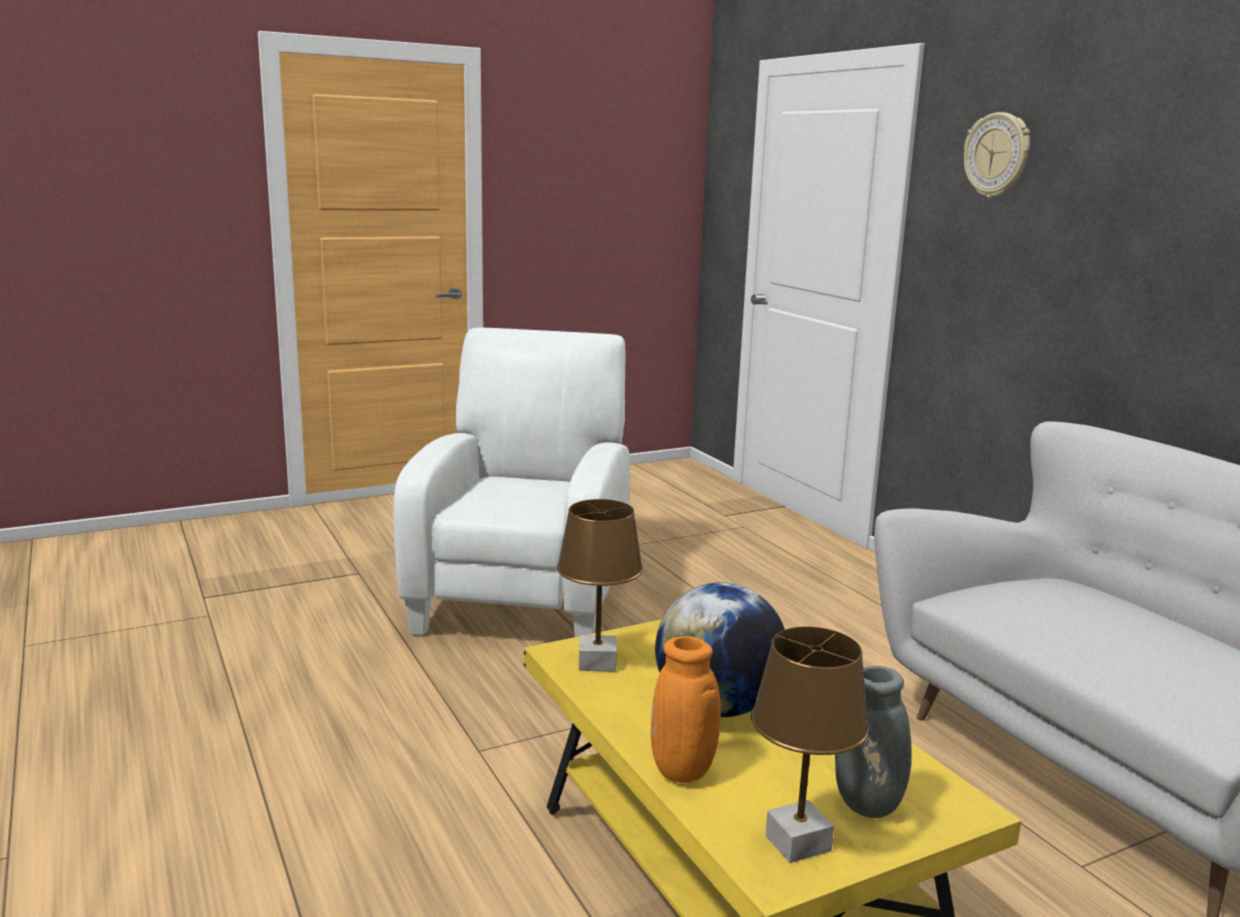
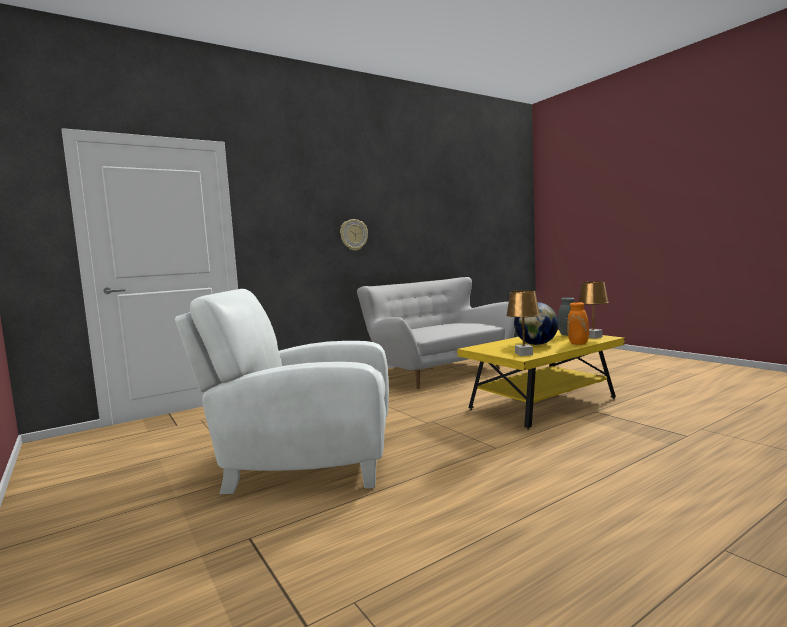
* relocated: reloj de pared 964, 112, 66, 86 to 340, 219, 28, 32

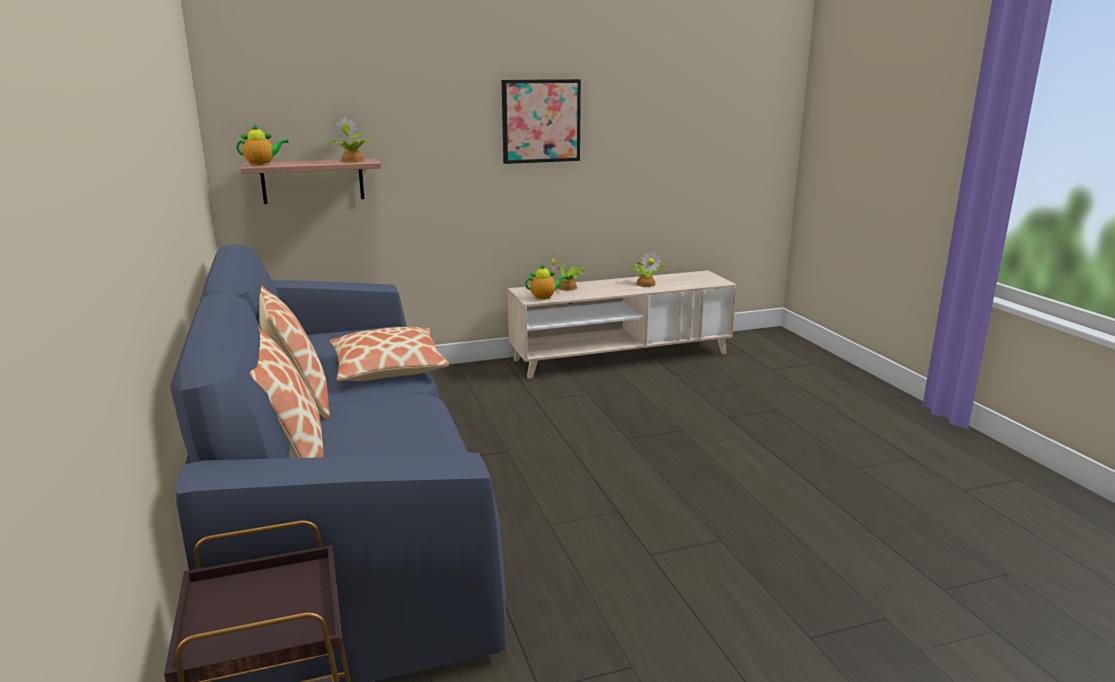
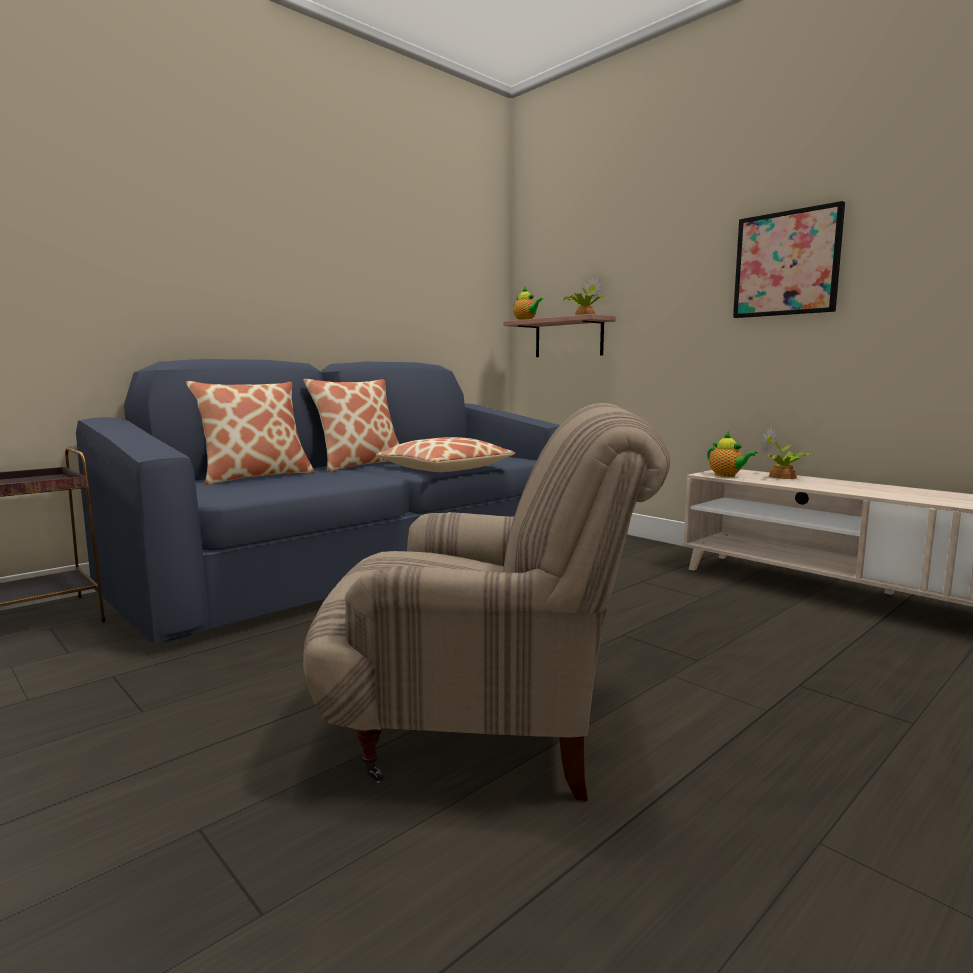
* missing: planta en maceta 630, 251, 36, 36
* appeared: sillón/beis 303, 403, 367, 398

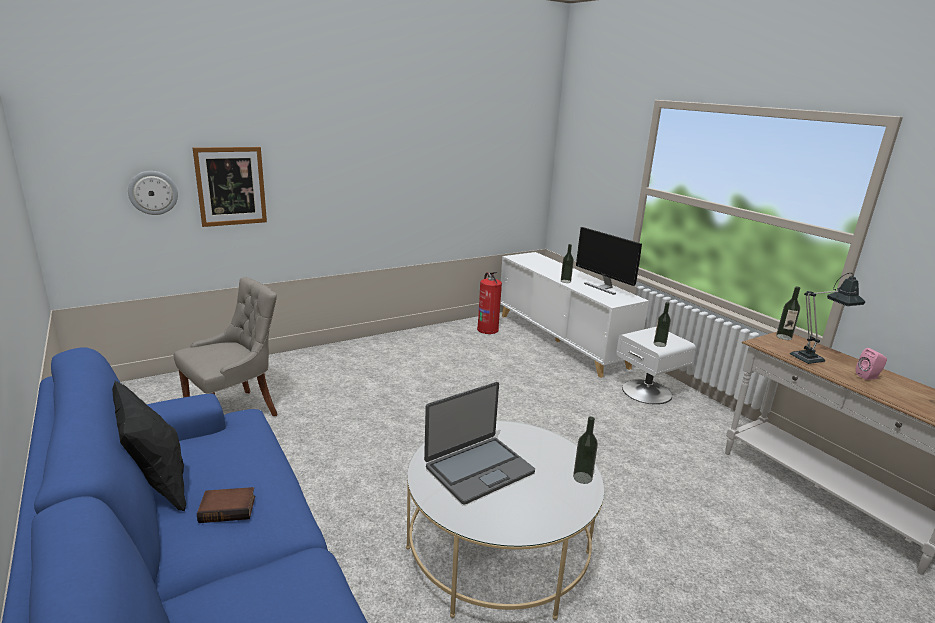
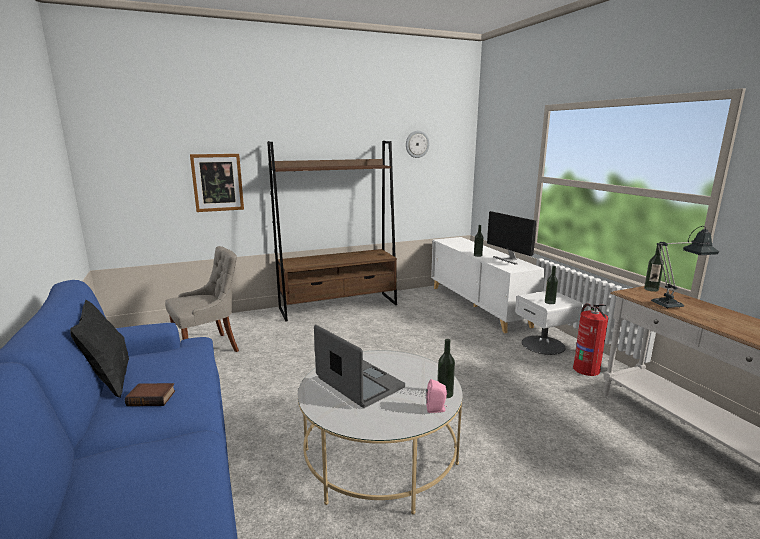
* relocated: reloj de pared 128, 171, 50, 44 to 406, 131, 24, 27
* relocated: extintor 477, 272, 25, 62 to 573, 303, 35, 73
* relocated: altavoz/rosa 856, 348, 31, 32 to 426, 379, 21, 34
* spun: portátil 424, 382, 111, 123 = 314, 325, 91, 83 105 degrees counterclockwise
* appeared: estantería/marrón 267, 141, 130, 181

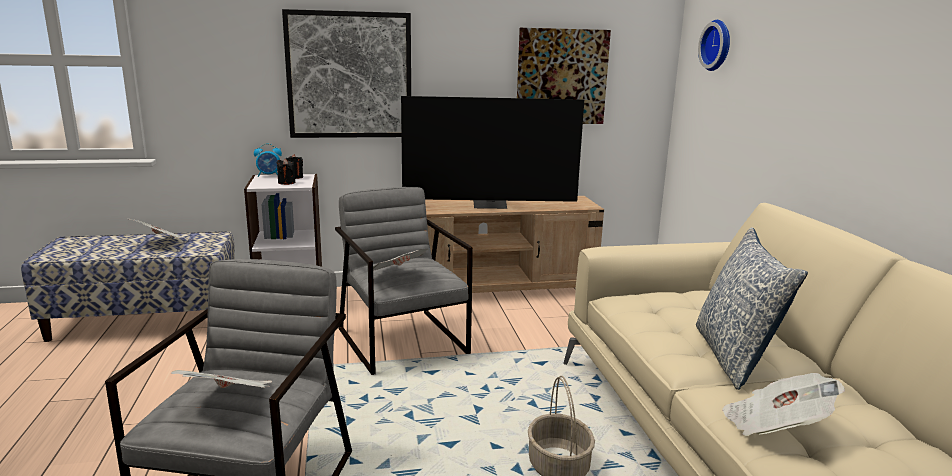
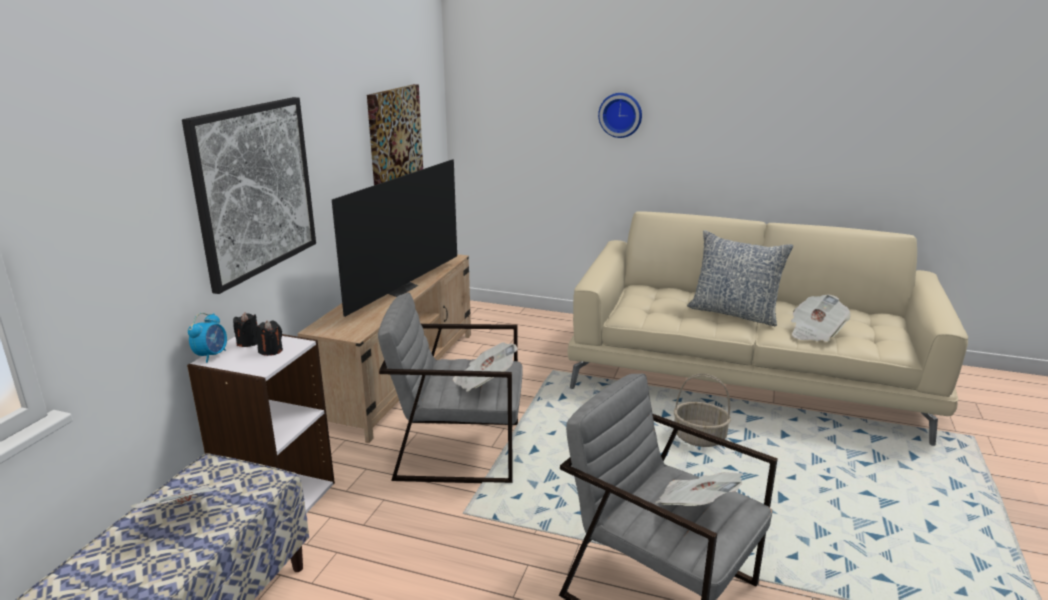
* relocated: reloj de pared 698, 20, 32, 51 to 598, 93, 44, 45

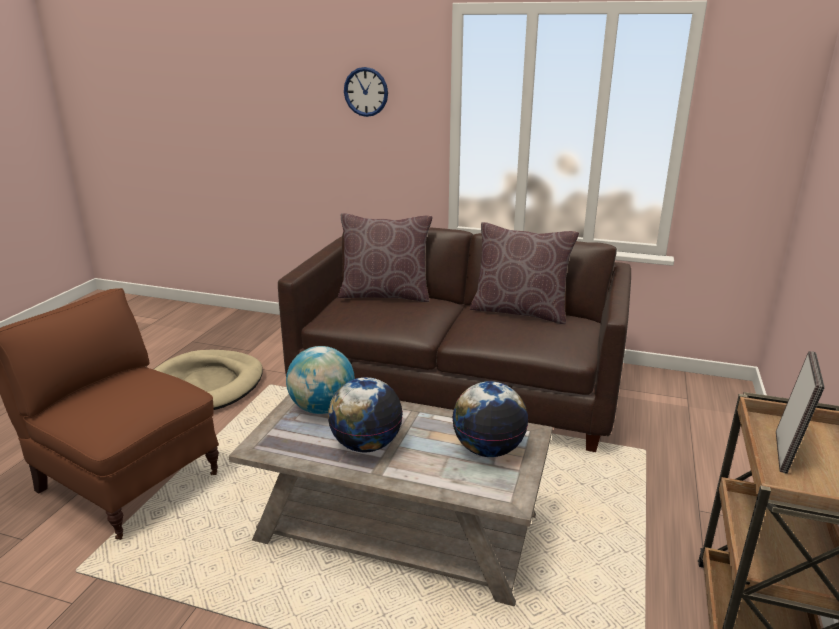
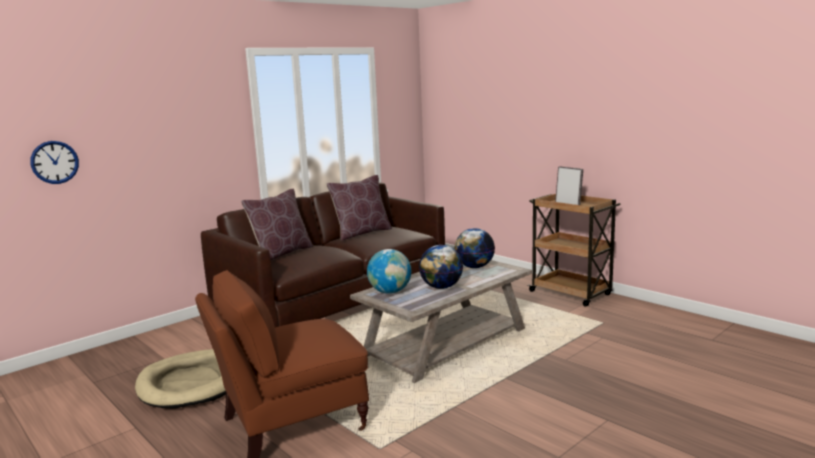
* relocated: reloj de pared 344, 67, 44, 50 to 30, 141, 49, 43

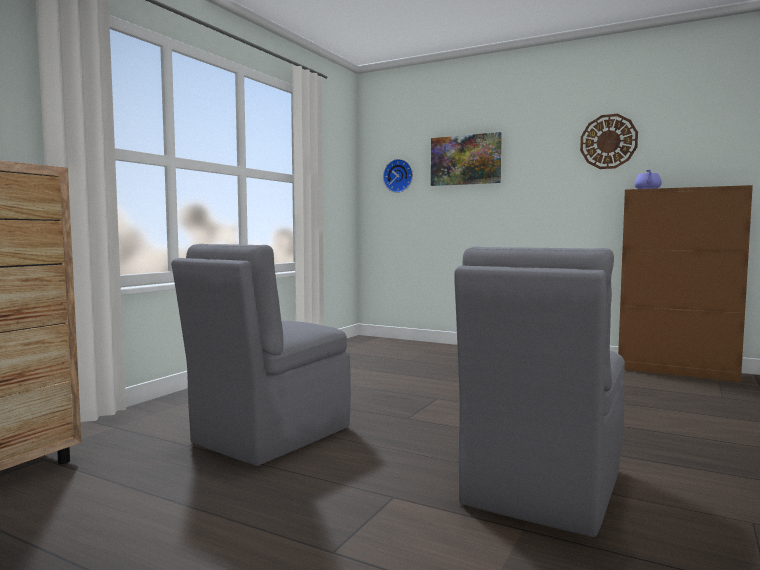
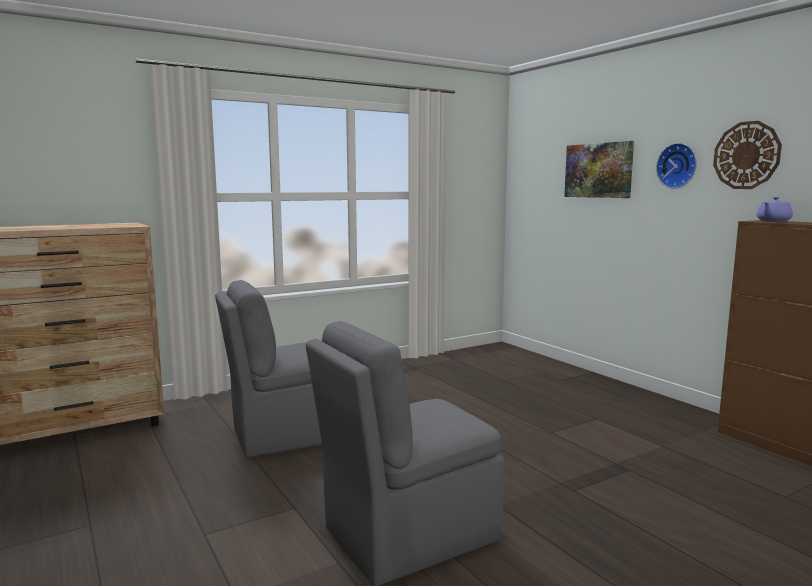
* relocated: reloj de pared 383, 159, 30, 34 to 656, 143, 41, 46

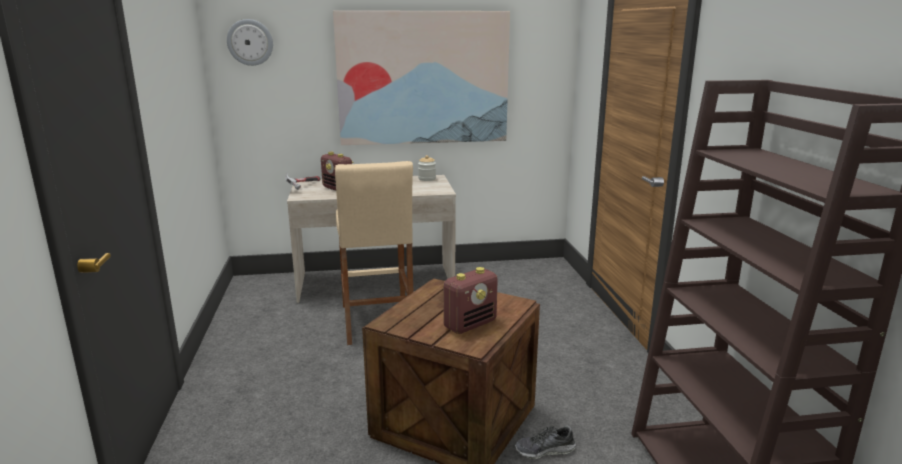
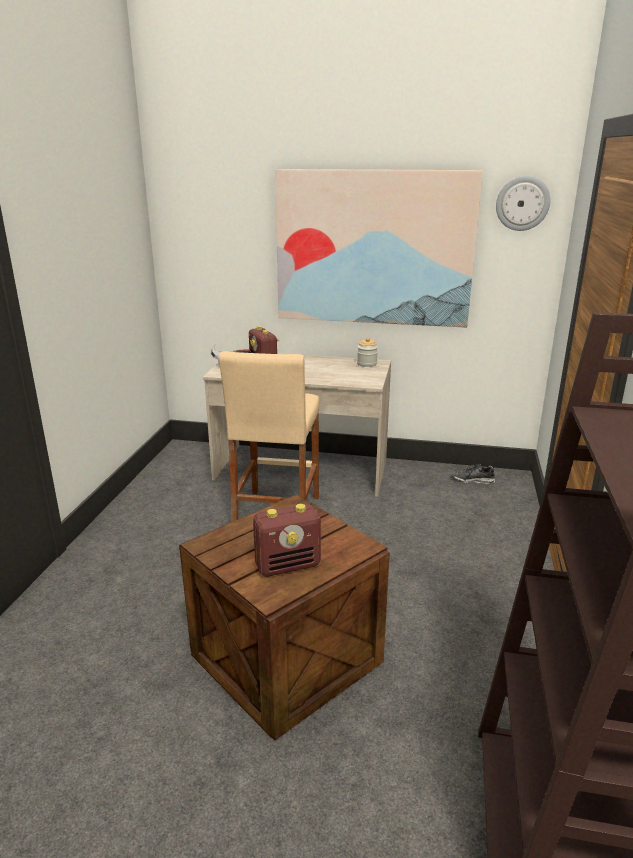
* relocated: reloj de pared 227, 19, 46, 47 to 496, 176, 54, 55
* relocated: zapato 515, 425, 61, 34 to 452, 464, 43, 20

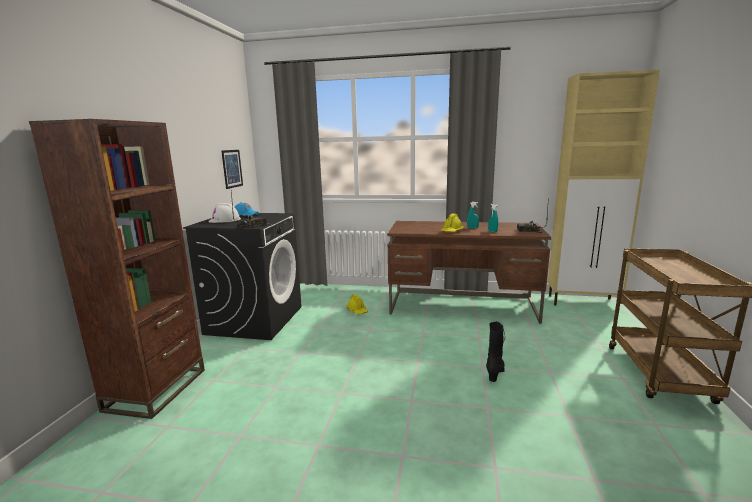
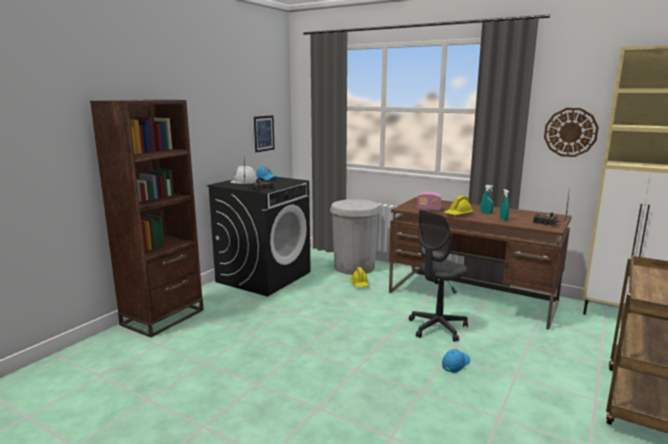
* exchanged: bota/negro 486, 321, 19, 61 to gorra/azul 442, 349, 28, 24
* appeared: reloj de pared 544, 108, 55, 49
* appeared: radio 417, 192, 24, 19
* appeared: papelera/blanco 330, 199, 51, 76
* appeared: silla de oficina/gris 409, 210, 59, 132

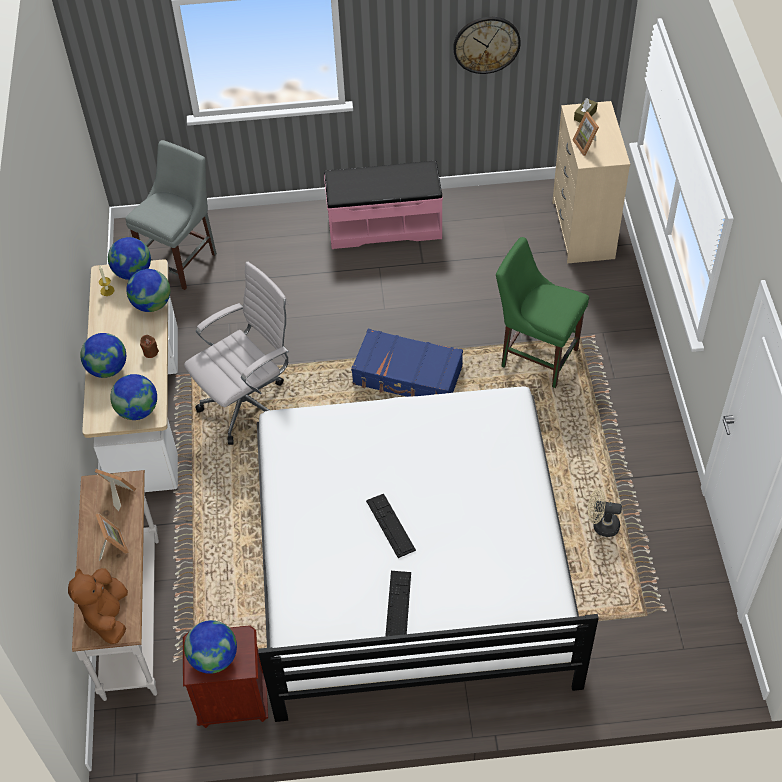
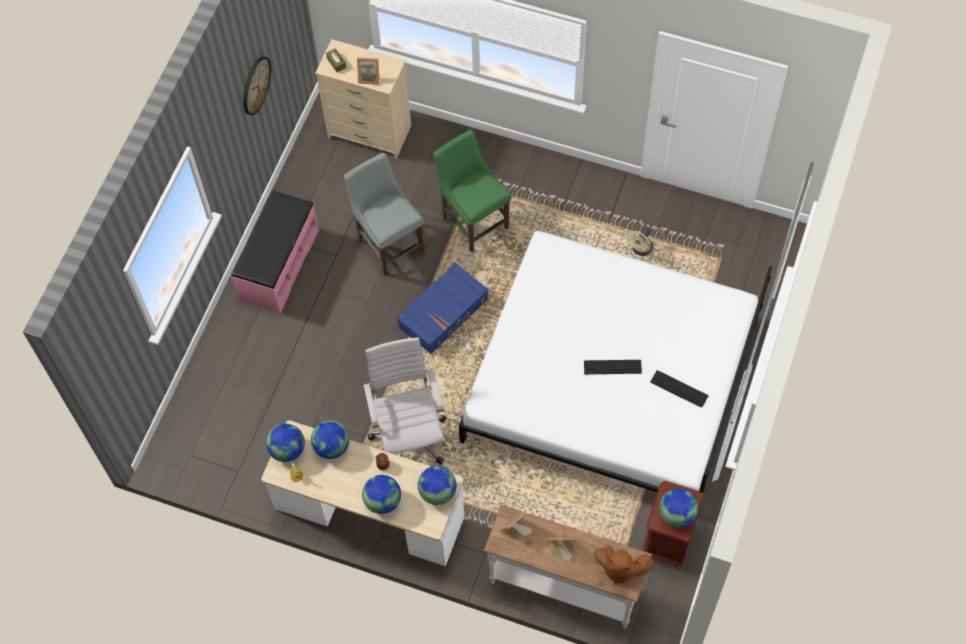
* relocated: silla/gris 125, 140, 92, 150 to 344, 153, 80, 122
* spun: silla/verde 496, 237, 93, 151 = 433, 130, 78, 122 90 degrees clockwise

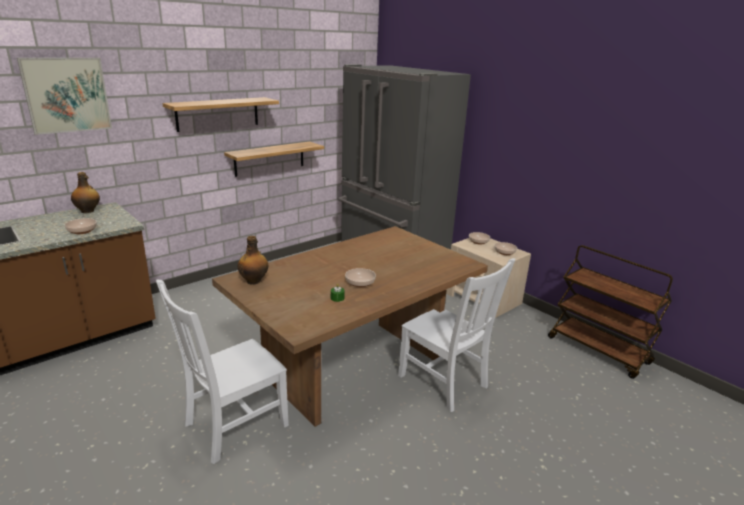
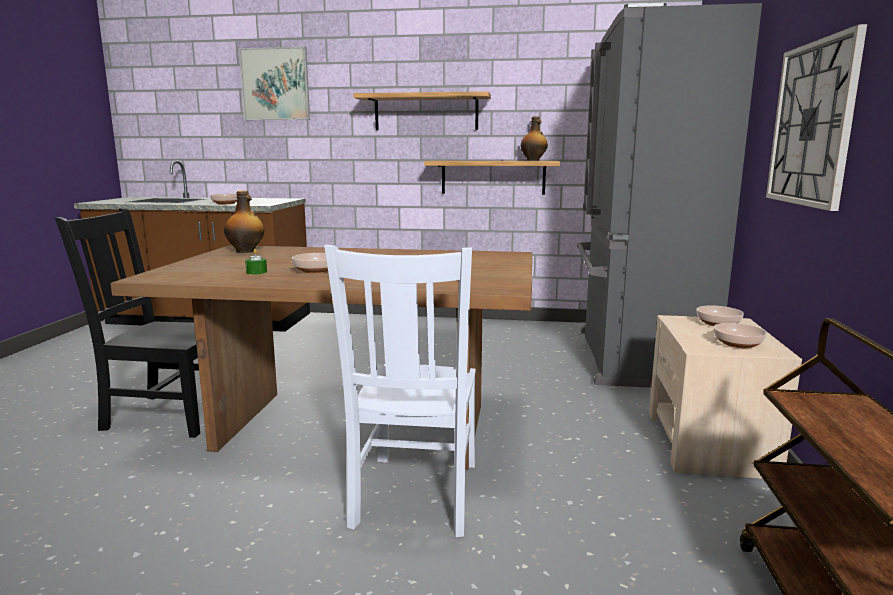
* relocated: botella 71, 172, 29, 41 to 521, 116, 27, 45
* colour: silla/blanco 156, 280, 133, 184 to silla/negro 55, 208, 145, 230
* appeared: reloj de pared 766, 24, 101, 187

